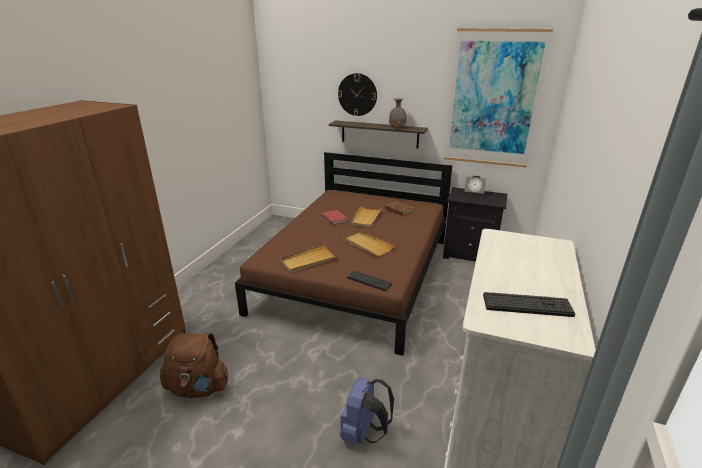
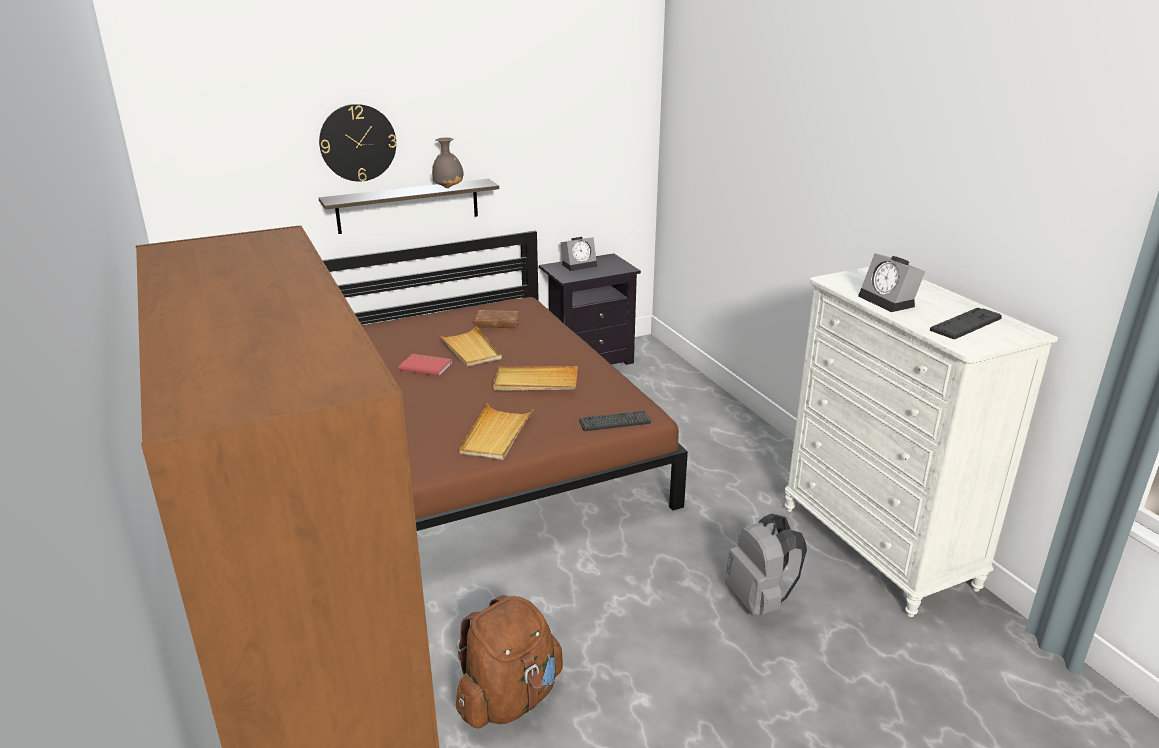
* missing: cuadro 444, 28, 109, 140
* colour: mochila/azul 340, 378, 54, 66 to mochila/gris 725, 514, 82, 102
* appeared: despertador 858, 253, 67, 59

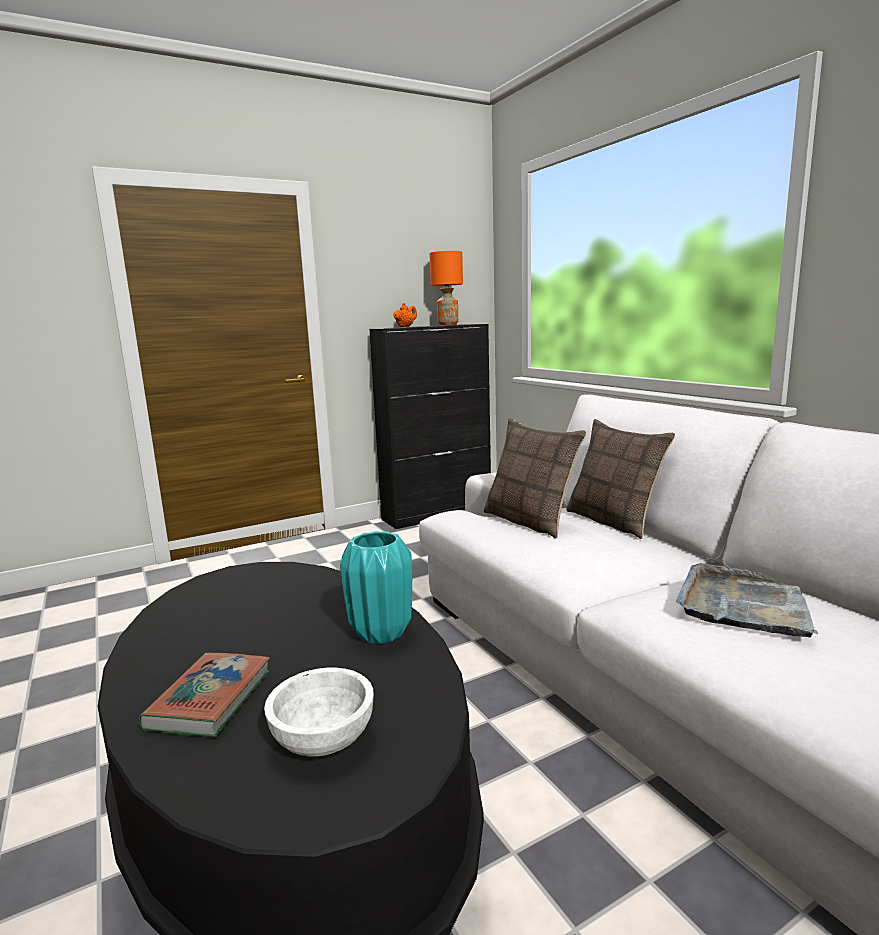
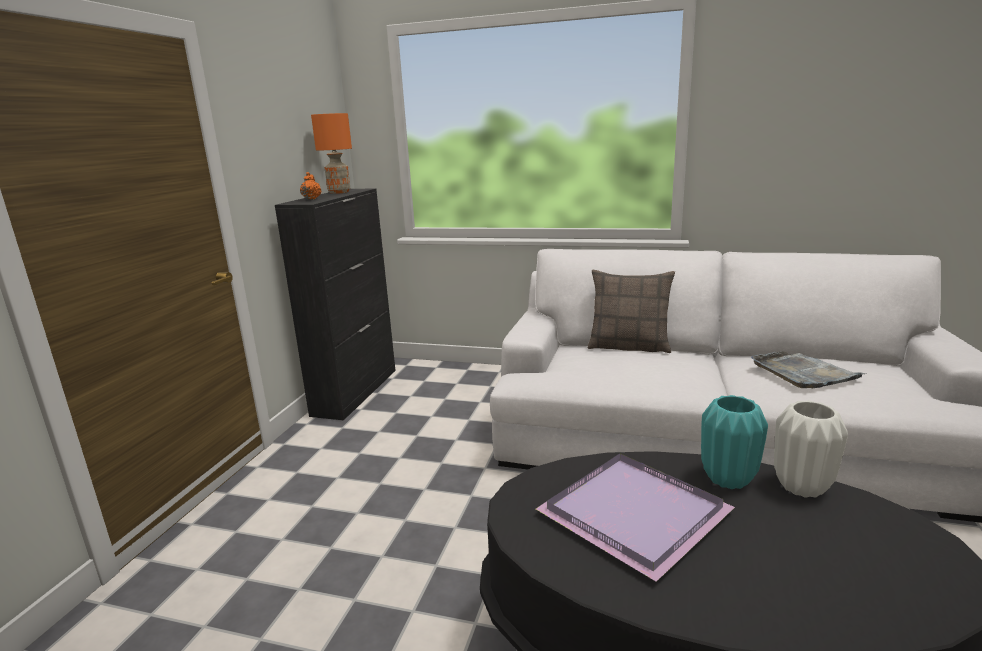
* missing: cojín 484, 418, 102, 121
* missing: libro 138, 653, 132, 84
* missing: cuenco/blanco 264, 668, 110, 88
* appeared: florero/blanco 774, 401, 74, 97
* appeared: bandeja/morado 536, 453, 199, 129

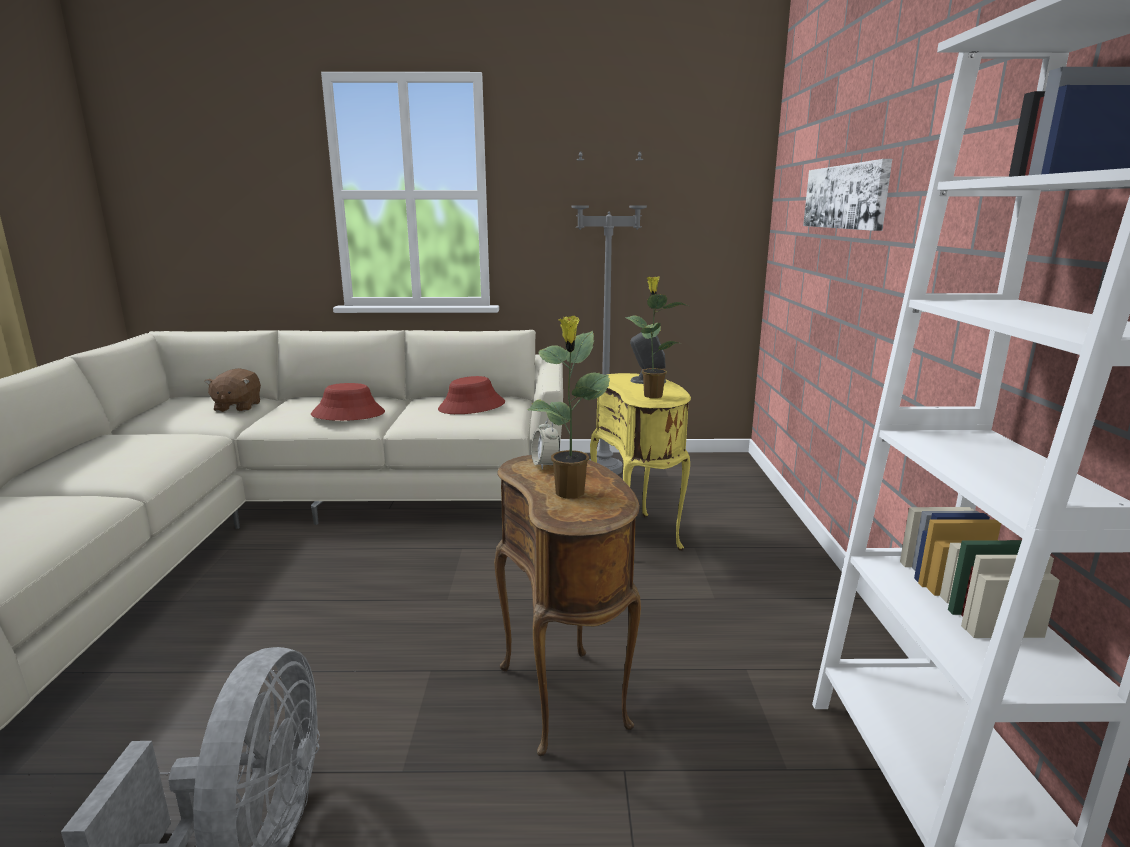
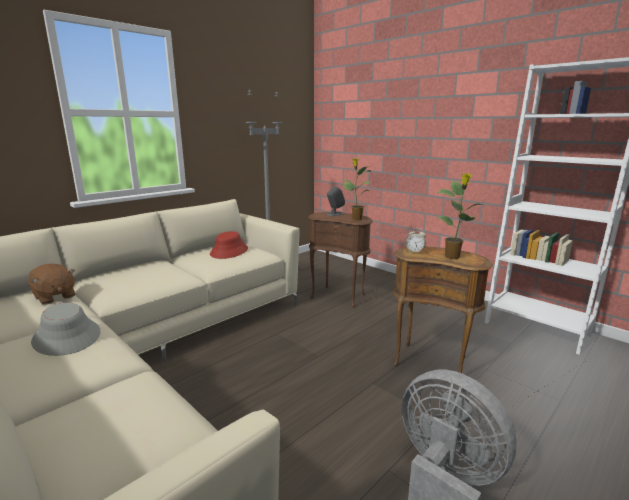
* missing: cuadro 803, 159, 89, 72
* colour: mesa auxiliar/amarillo 590, 373, 101, 178 to mesa auxiliar/marrón 308, 212, 65, 95
* missing: sombrero/rojo 311, 383, 74, 38
* appeared: sombrero/gris 31, 303, 70, 53

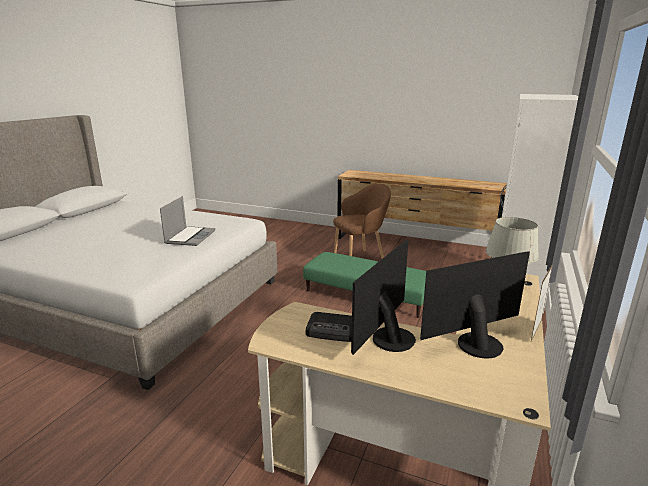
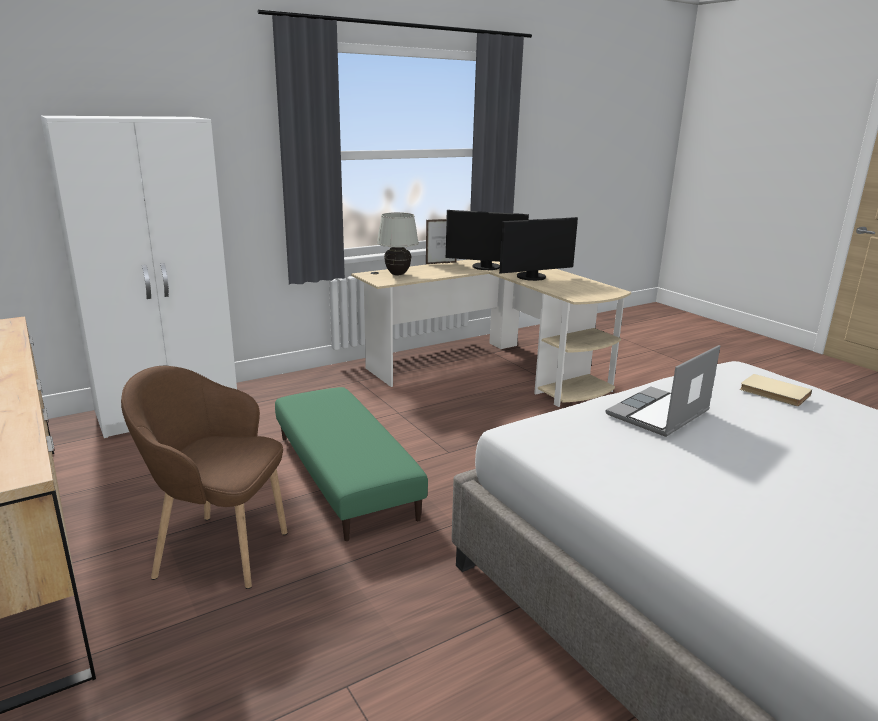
* missing: radio 306, 312, 46, 30
* appeared: libro/beis 740, 374, 72, 32

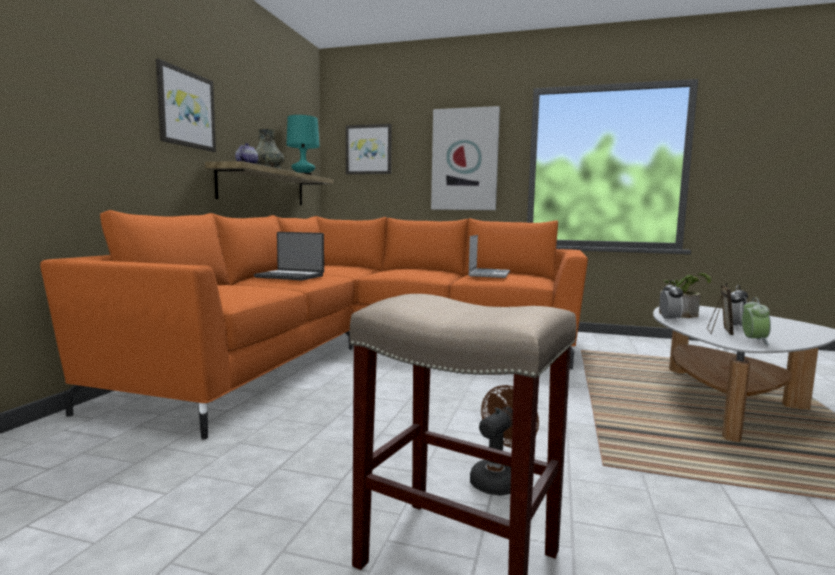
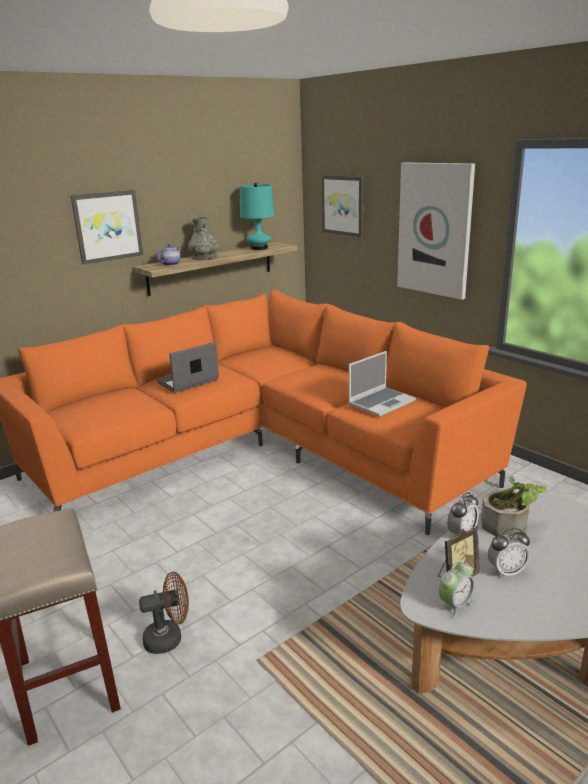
* spun: portátil 254, 232, 70, 48 = 157, 342, 62, 51 90 degrees clockwise

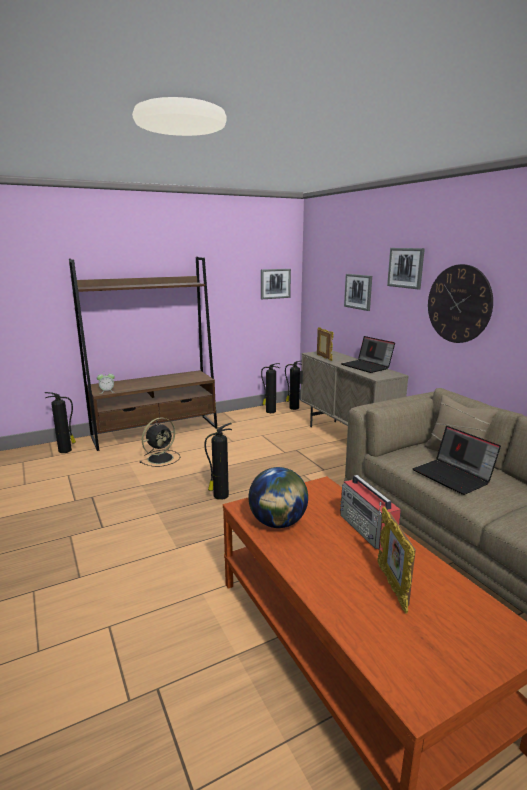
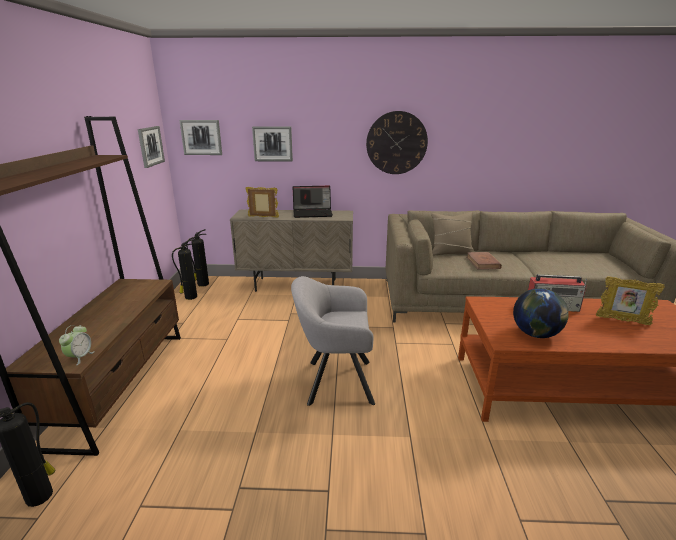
* relocated: cuadro 387, 248, 38, 41 to 179, 120, 43, 35
* missing: ventilador/negro 140, 417, 40, 50
* exchanged: extintor 204, 423, 28, 77 to sillón/gris 291, 276, 84, 130
* exchanged: portátil 413, 426, 88, 69 to libro/marrón 467, 252, 35, 18

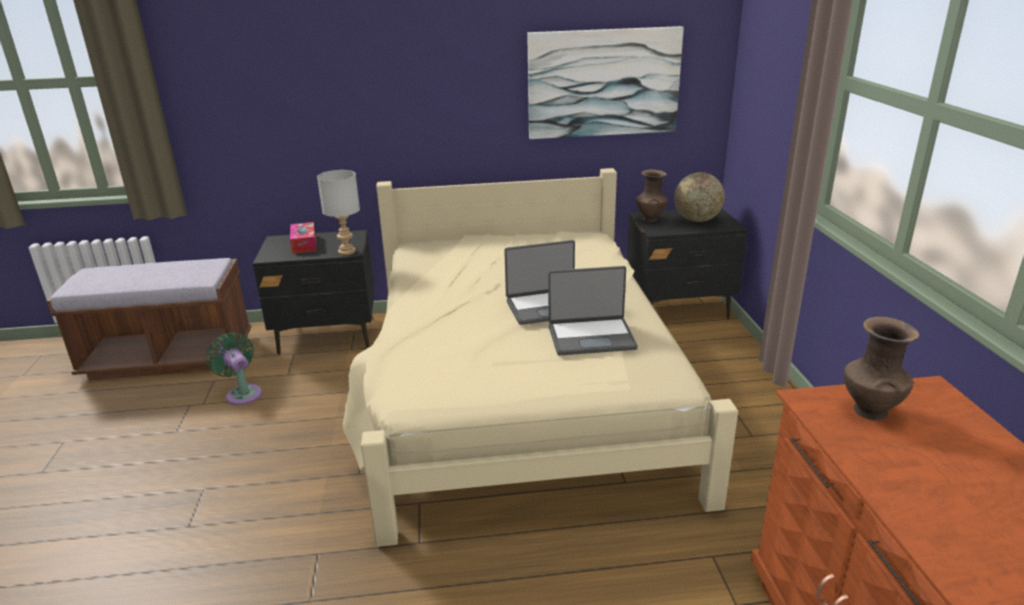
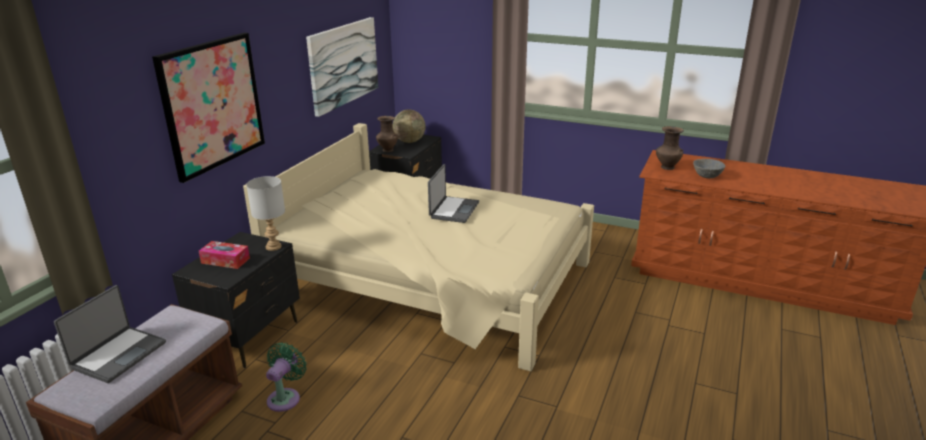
* relocated: portátil 548, 266, 90, 89 to 54, 285, 112, 98
* spun: ventilador/verde 206, 333, 56, 72 = 266, 342, 41, 70 120 degrees clockwise
* appeared: cuadro 152, 33, 113, 150
* appeared: cuenco/gris 693, 159, 32, 19

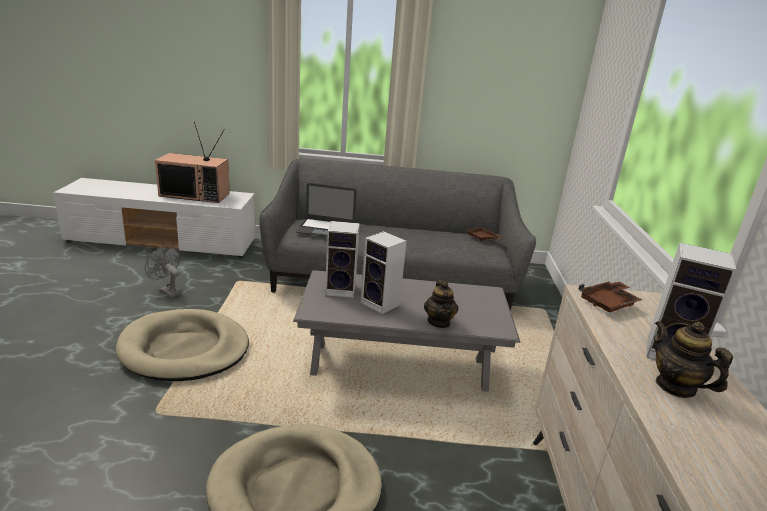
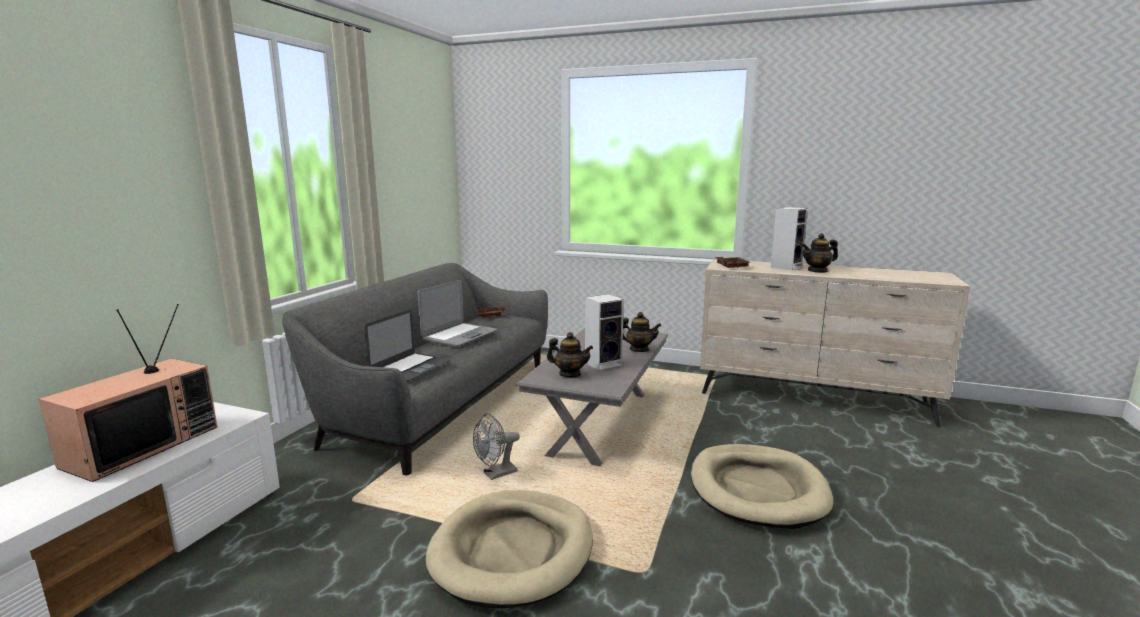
* exchanged: altavoz 325, 221, 35, 77 to tetera 547, 332, 46, 46
* relocated: ventilador/gris 145, 246, 37, 52 to 473, 413, 47, 67
* appeared: portátil 418, 280, 79, 66

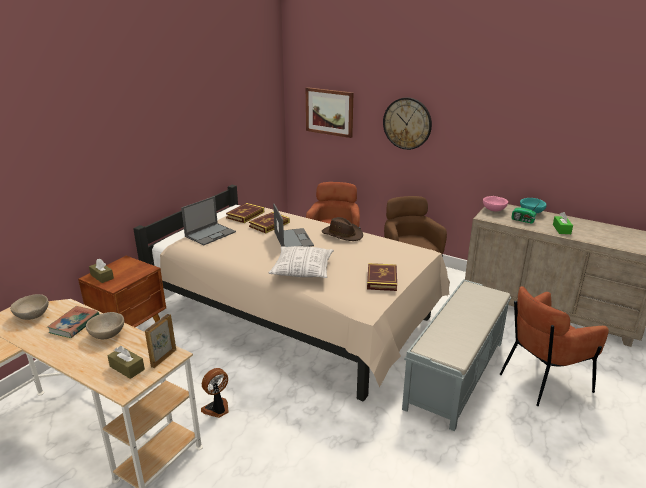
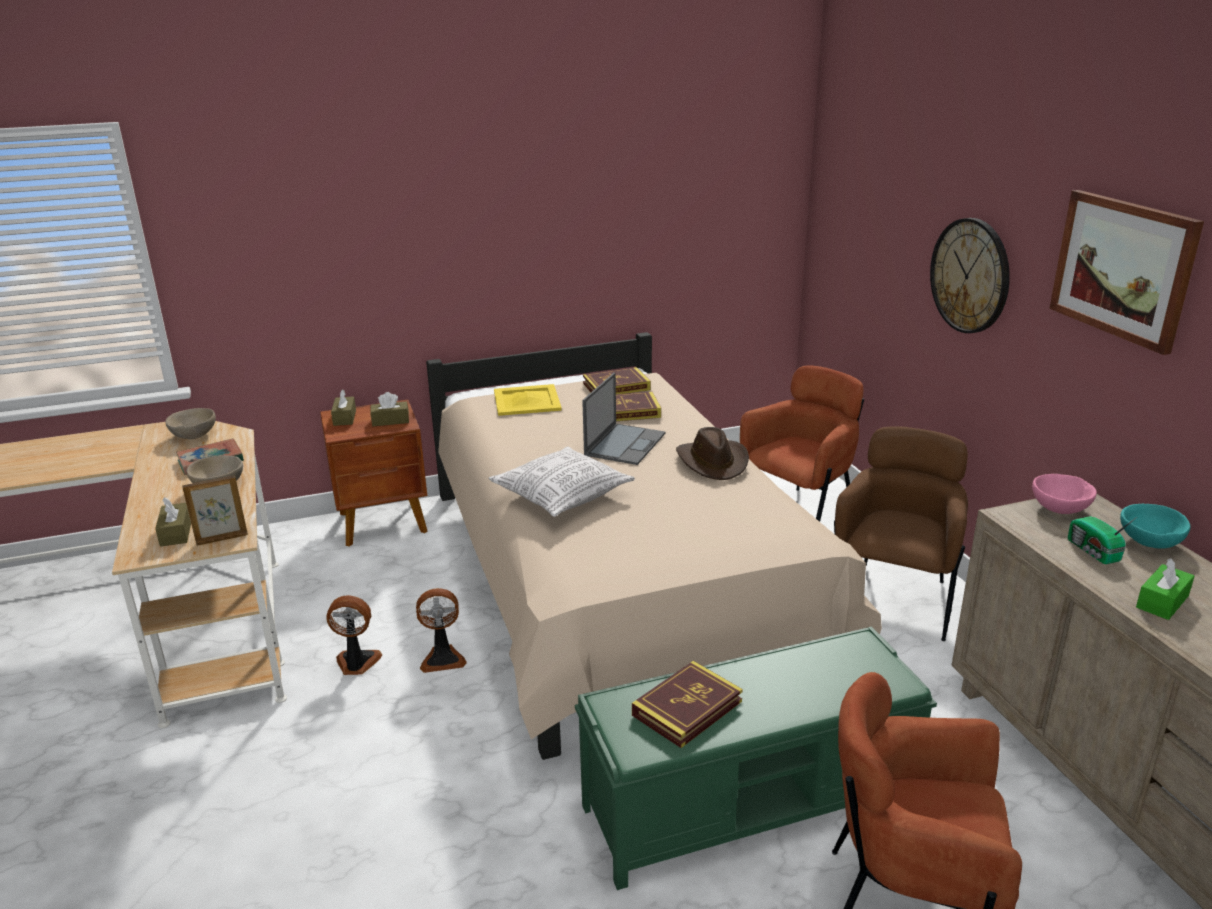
* relocated: cuadro 306, 87, 47, 51 to 1049, 190, 155, 165
* exchanged: portátil 181, 196, 55, 49 to bandeja/amarillo 494, 384, 68, 32
* relocated: libro 367, 263, 30, 28 to 632, 661, 111, 87
* colour: banco/gris 402, 279, 109, 152 to banco/verde 575, 627, 362, 263
* appeared: caja de pañuelos/marrón 370, 392, 39, 34
* appeared: ventilador 416, 588, 51, 85

